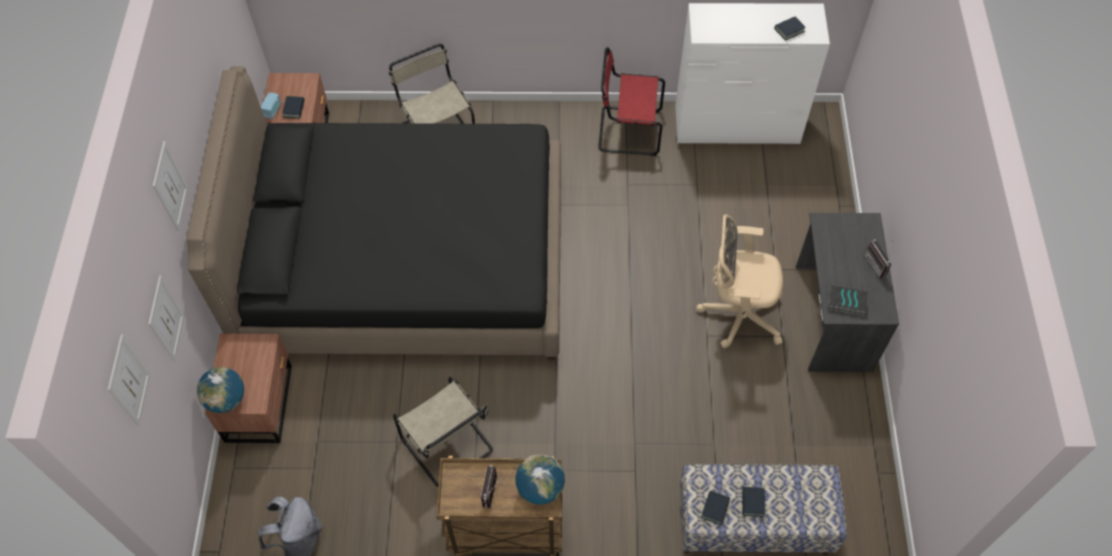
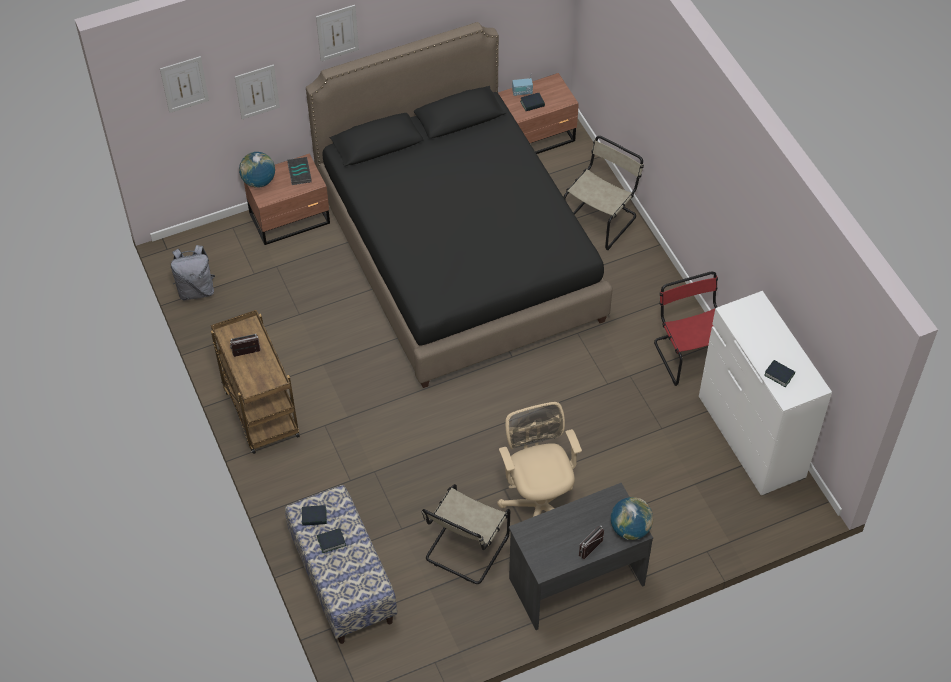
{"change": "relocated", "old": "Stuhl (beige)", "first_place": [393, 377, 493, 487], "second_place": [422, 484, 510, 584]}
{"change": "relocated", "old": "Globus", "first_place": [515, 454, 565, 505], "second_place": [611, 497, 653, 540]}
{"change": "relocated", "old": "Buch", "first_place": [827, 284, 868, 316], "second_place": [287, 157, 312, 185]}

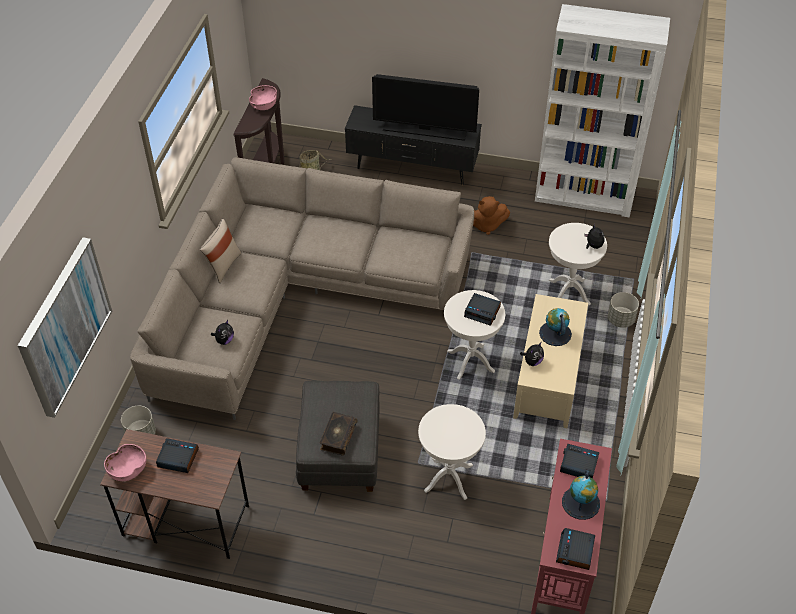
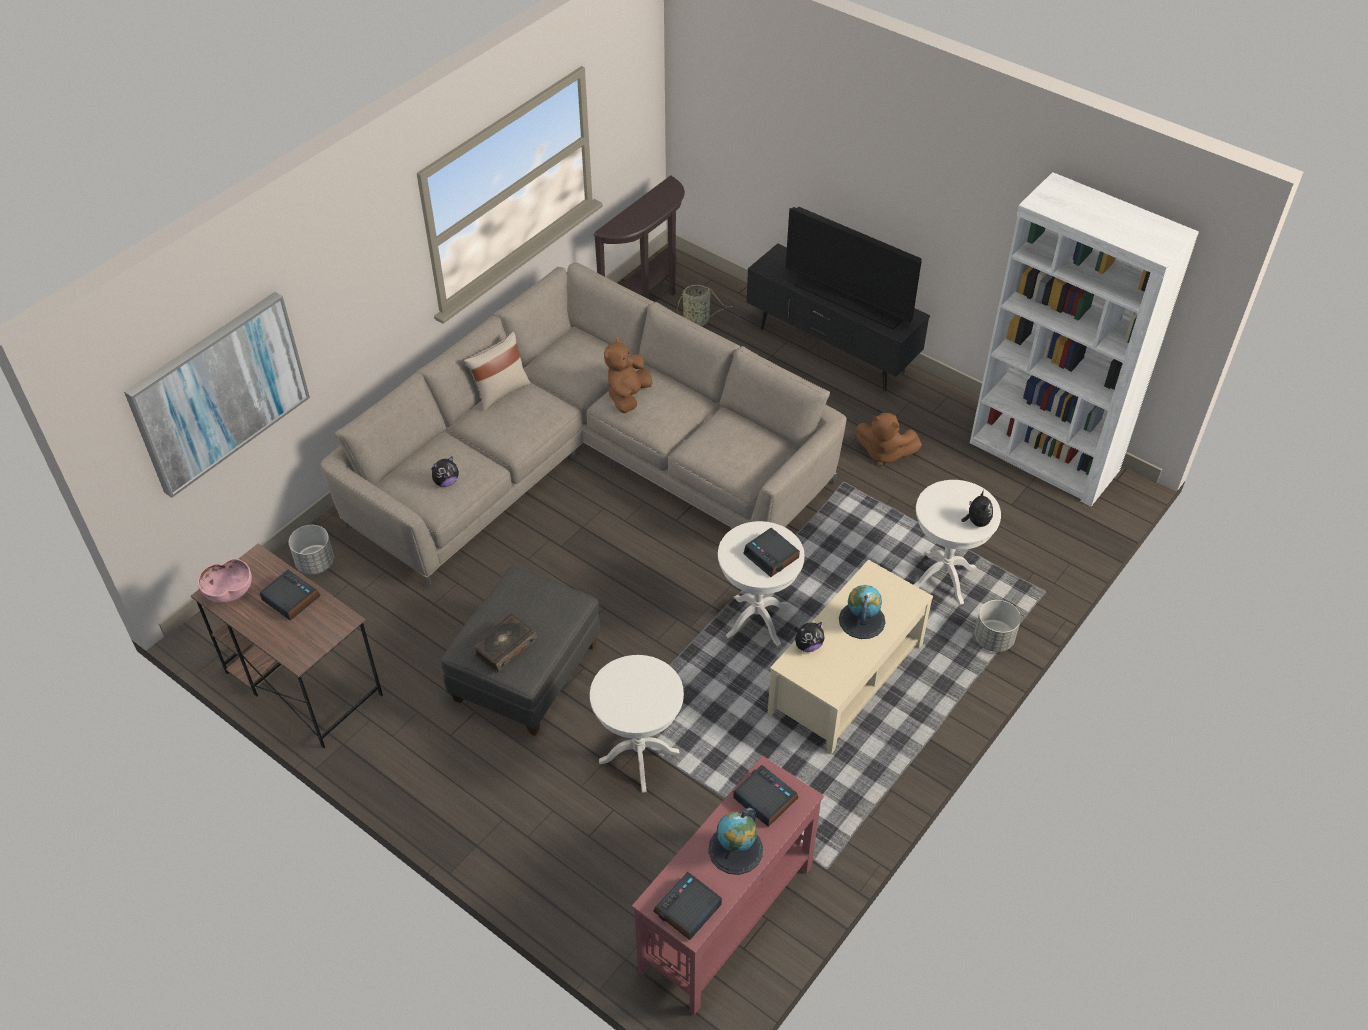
{"change": "missing", "old": "Schüssel (rosa)", "first_place": [249, 85, 277, 110]}
{"change": "appeared", "new": "Plüschtier (braun)", "second_place": [604, 338, 652, 413]}

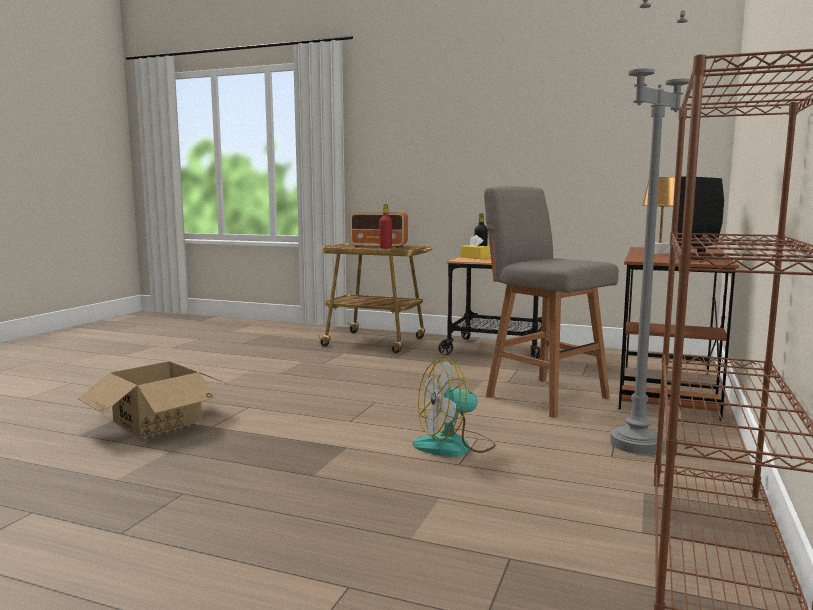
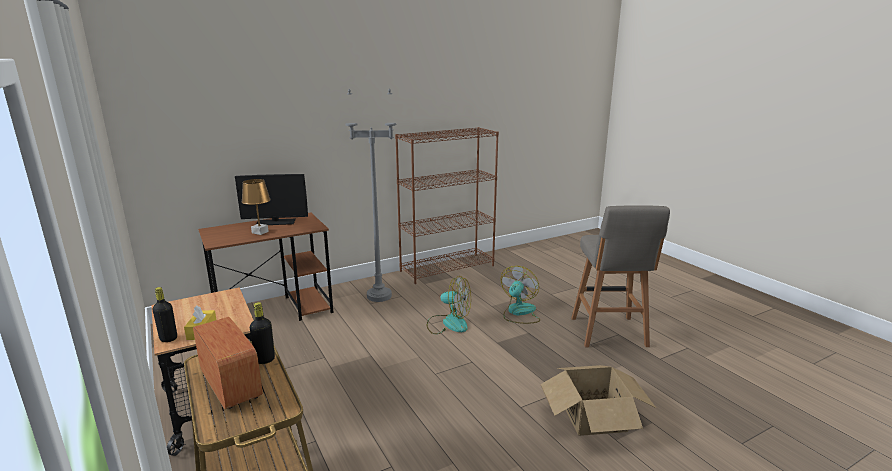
{"change": "colour", "old": "Flasche (rot)", "new": "Flasche (schwarz)", "first_place": [379, 204, 392, 249], "second_place": [250, 302, 275, 364]}
{"change": "relocated", "old": "Hocker (grau)", "first_place": [484, 186, 619, 418], "second_place": [571, 205, 670, 347]}
{"change": "appeared", "new": "Ventilator", "second_place": [501, 266, 540, 324]}

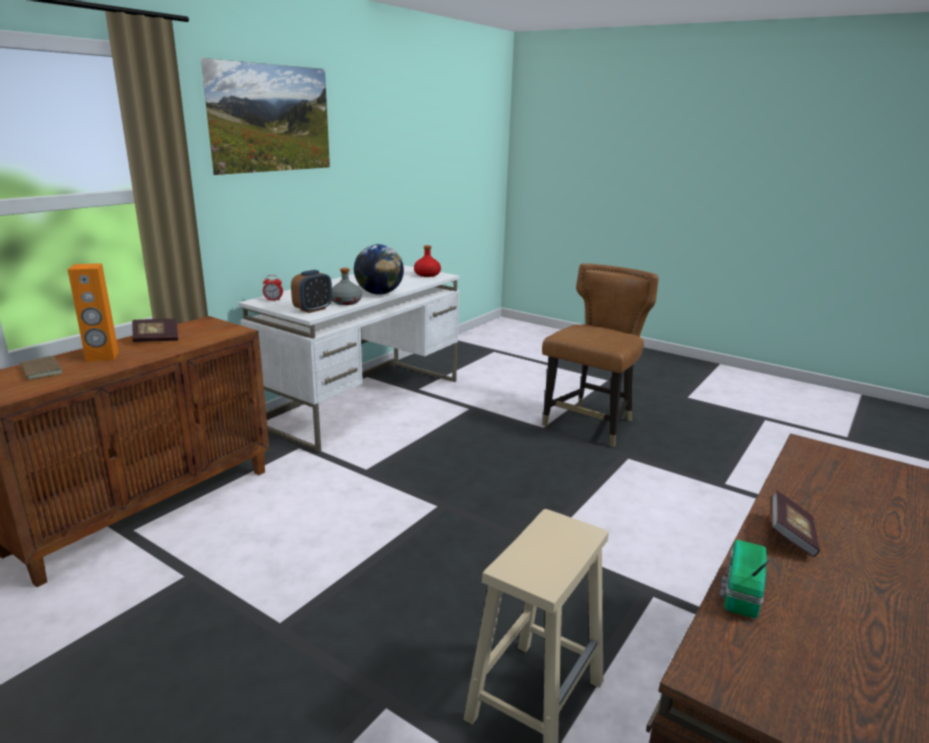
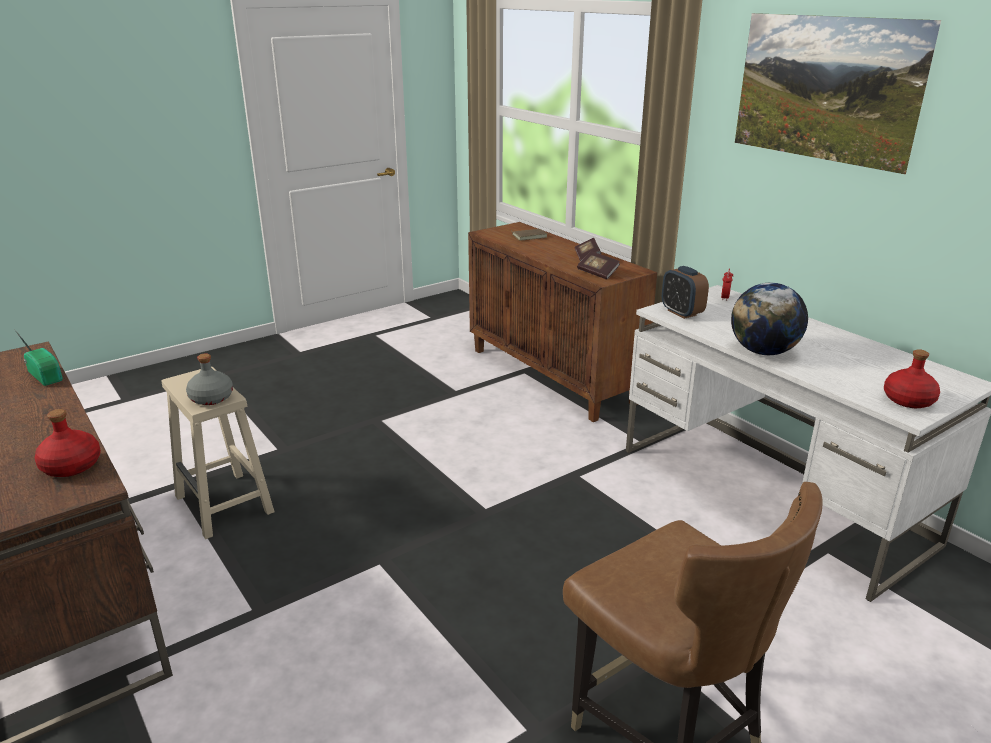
{"change": "missing", "old": "Lautsprecher (orange)", "first_place": [68, 263, 119, 362]}
{"change": "relocated", "old": "Flasche (grau)", "first_place": [332, 268, 362, 305], "second_place": [186, 353, 233, 405]}
{"change": "relocated", "old": "Buch", "first_place": [771, 490, 820, 557], "second_place": [577, 251, 620, 280]}
{"change": "appeared", "new": "Flasche (rot)", "second_place": [35, 409, 101, 477]}

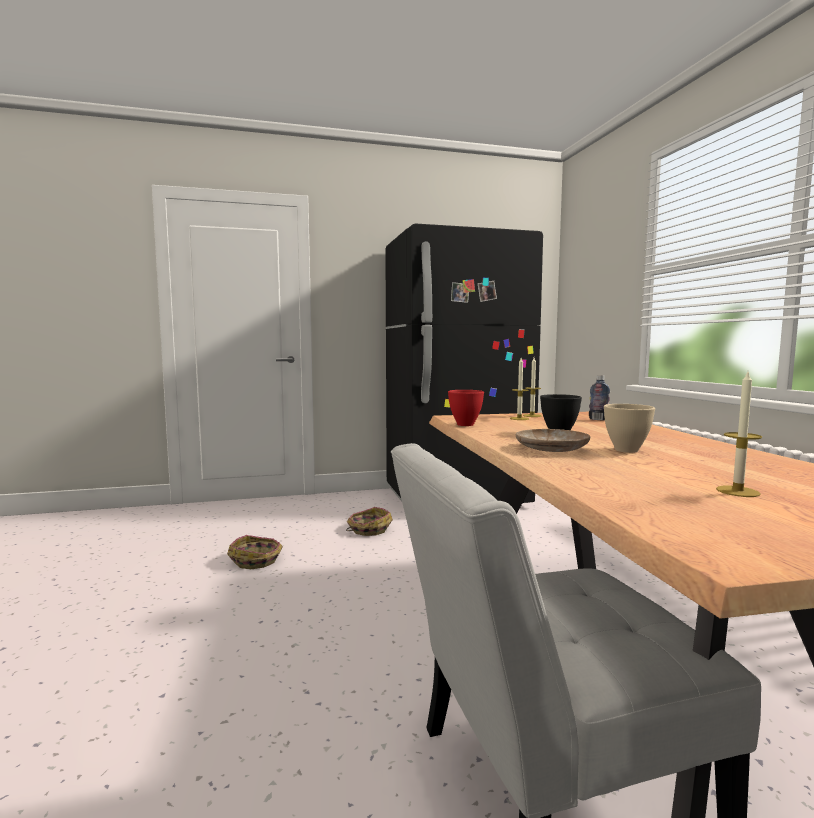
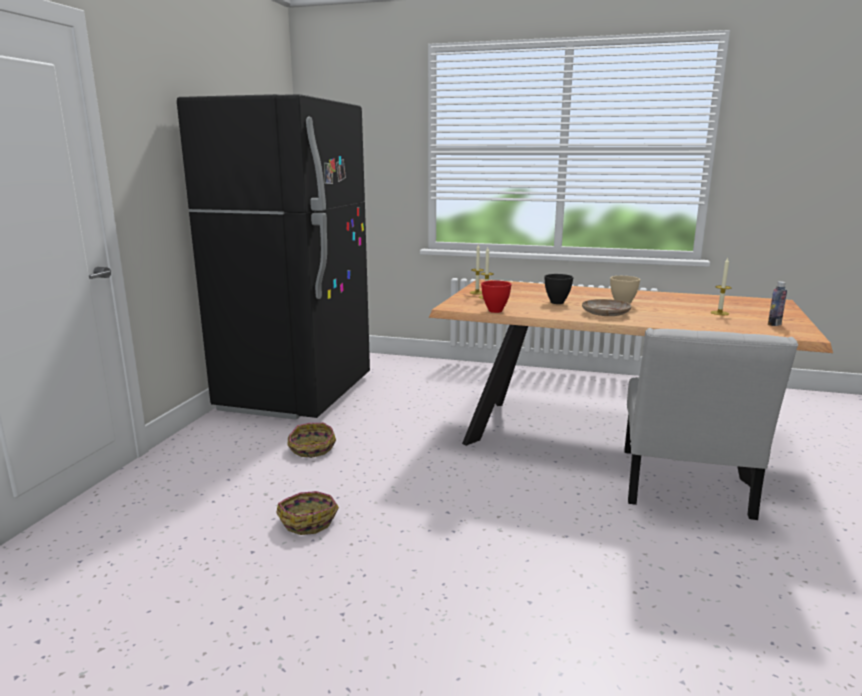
{"change": "relocated", "old": "Flasche", "first_place": [589, 375, 610, 420], "second_place": [768, 281, 787, 326]}

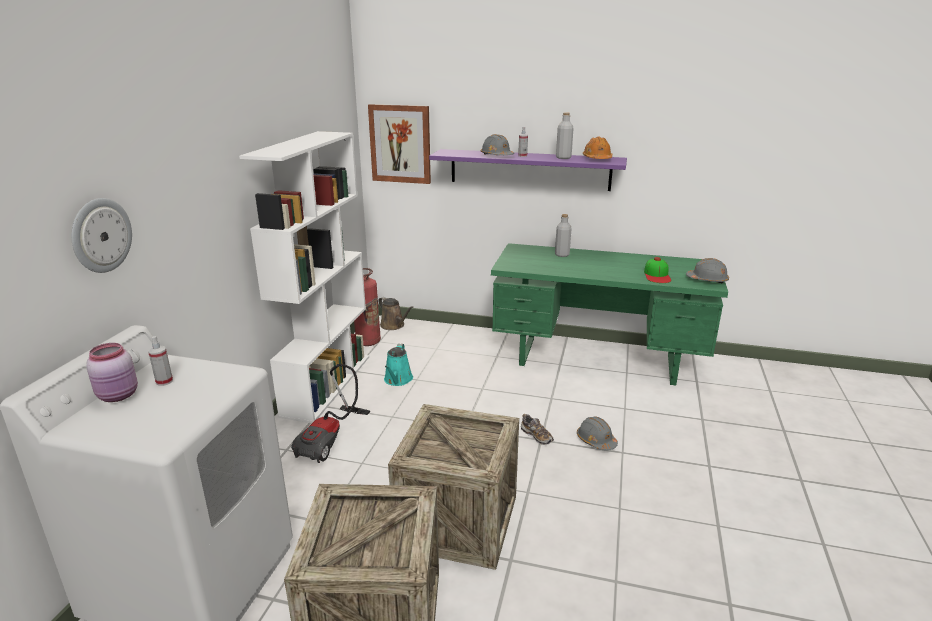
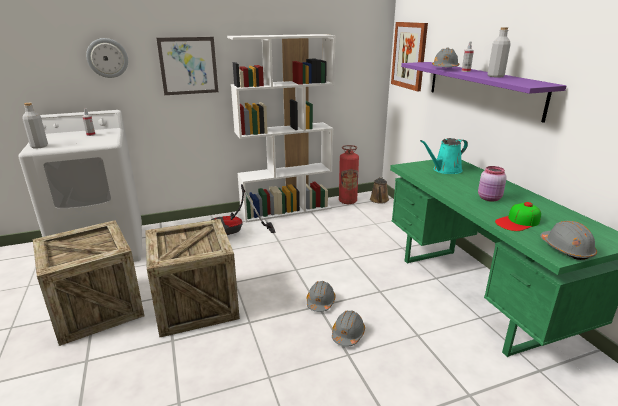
{"change": "relocated", "old": "Vorratsglas (rosa)", "first_place": [86, 343, 138, 402], "second_place": [478, 166, 507, 202]}
{"change": "relocated", "old": "Gießkanne (türkis)", "first_place": [384, 344, 413, 386], "second_place": [420, 138, 468, 174]}
{"change": "exchanged", "old": "Schuh", "new": "Schutzhelm (grau)", "first_place": [521, 414, 554, 445], "second_place": [307, 281, 336, 312]}
{"change": "relocated", "old": "Flasche (grau)", "first_place": [555, 214, 572, 257], "second_place": [22, 103, 48, 149]}
{"change": "missing", "old": "Schutzhelm (orange)", "first_place": [583, 137, 612, 159]}
{"change": "appeared", "new": "Bild", "second_place": [156, 37, 218, 95]}

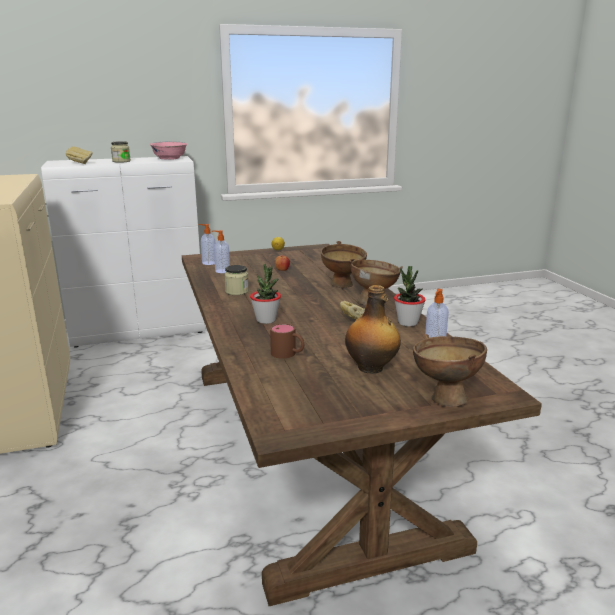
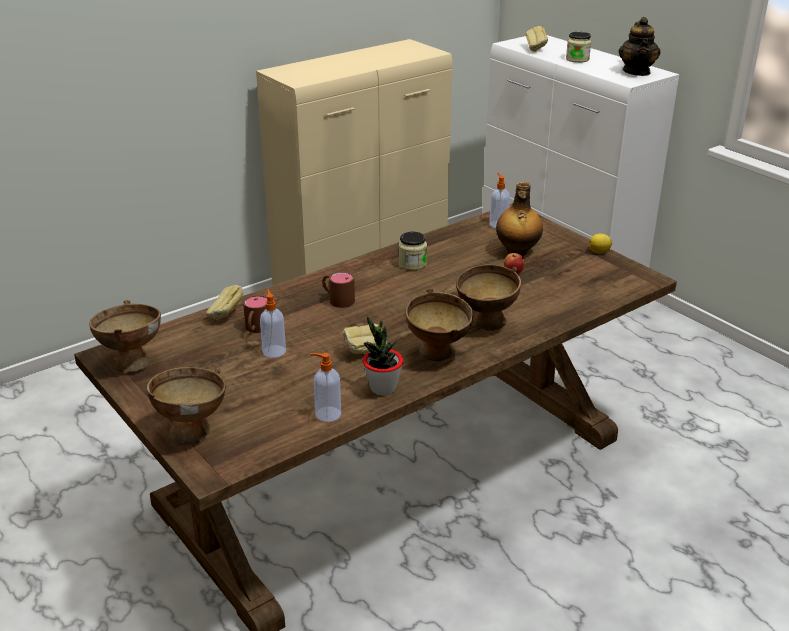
{"change": "exchanged", "old": "Schüssel (rosa)", "new": "Teekanne", "first_place": [150, 141, 187, 160], "second_place": [618, 17, 661, 76]}
{"change": "relocated", "old": "Seifenspender", "first_place": [212, 230, 230, 273], "second_place": [260, 289, 286, 358]}
{"change": "exchanged", "old": "Topfpflanze", "new": "Henkelbecher (braun)", "first_place": [250, 264, 281, 324], "second_place": [322, 272, 355, 308]}
{"change": "relocated", "old": "Flasche", "first_place": [345, 285, 401, 374], "second_place": [496, 182, 543, 256]}
{"change": "appeared", "new": "Schüssel (braun)", "second_place": [89, 300, 161, 373]}
{"change": "appeared", "new": "Brot", "second_place": [206, 285, 244, 321]}

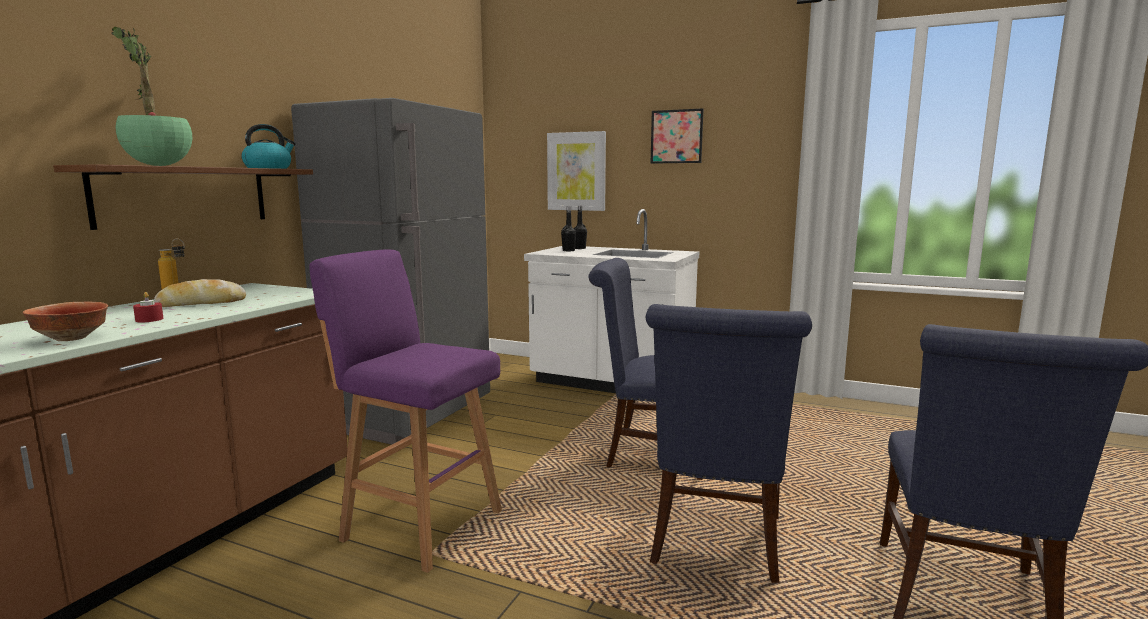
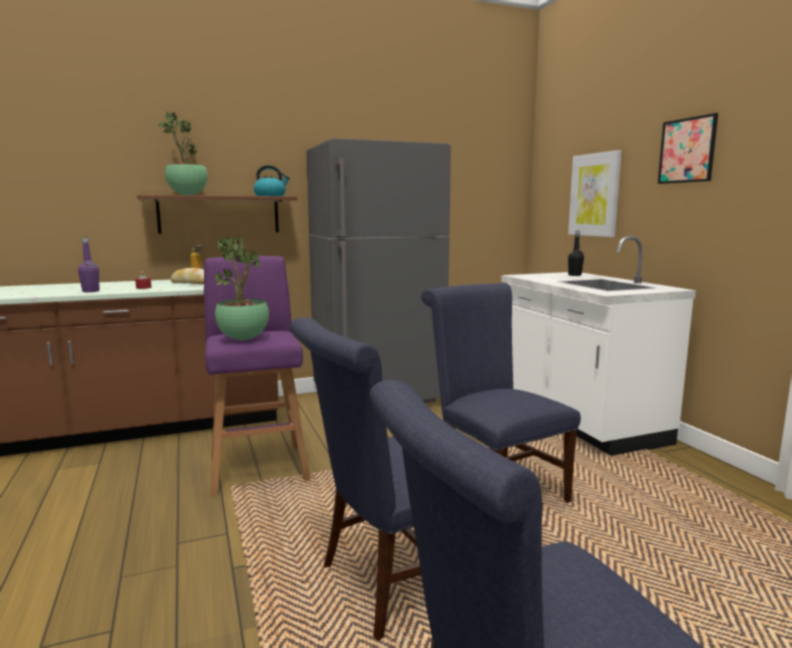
{"change": "exchanged", "old": "Schüssel", "new": "Flasche (lila)", "first_place": [22, 302, 108, 341], "second_place": [78, 237, 99, 292]}
{"change": "missing", "old": "Flasche (schwarz)", "first_place": [561, 206, 576, 251]}
{"change": "appeared", "new": "Topfpflanze", "second_place": [213, 236, 269, 340]}

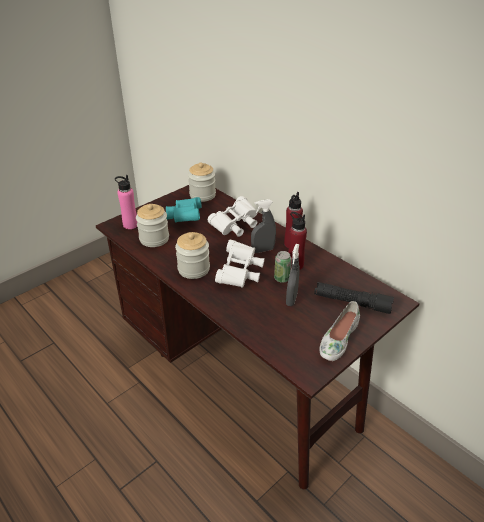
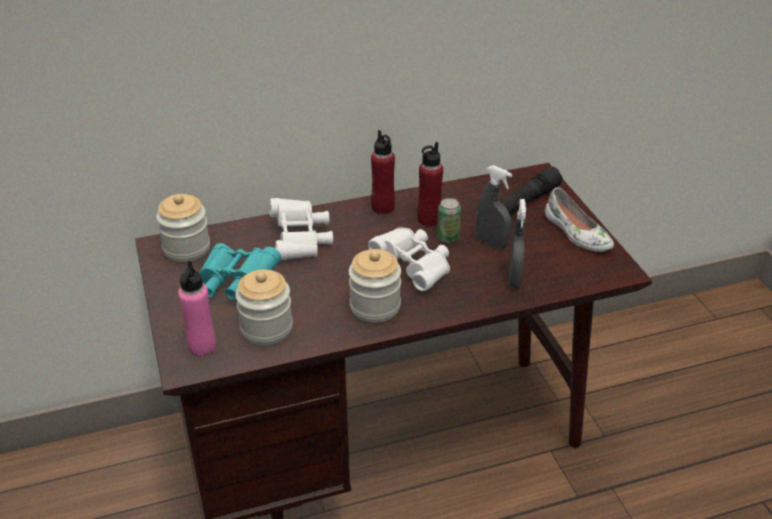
{"change": "relocated", "old": "Sprühflasche (grau)", "first_place": [251, 199, 276, 253], "second_place": [509, 199, 526, 289]}

